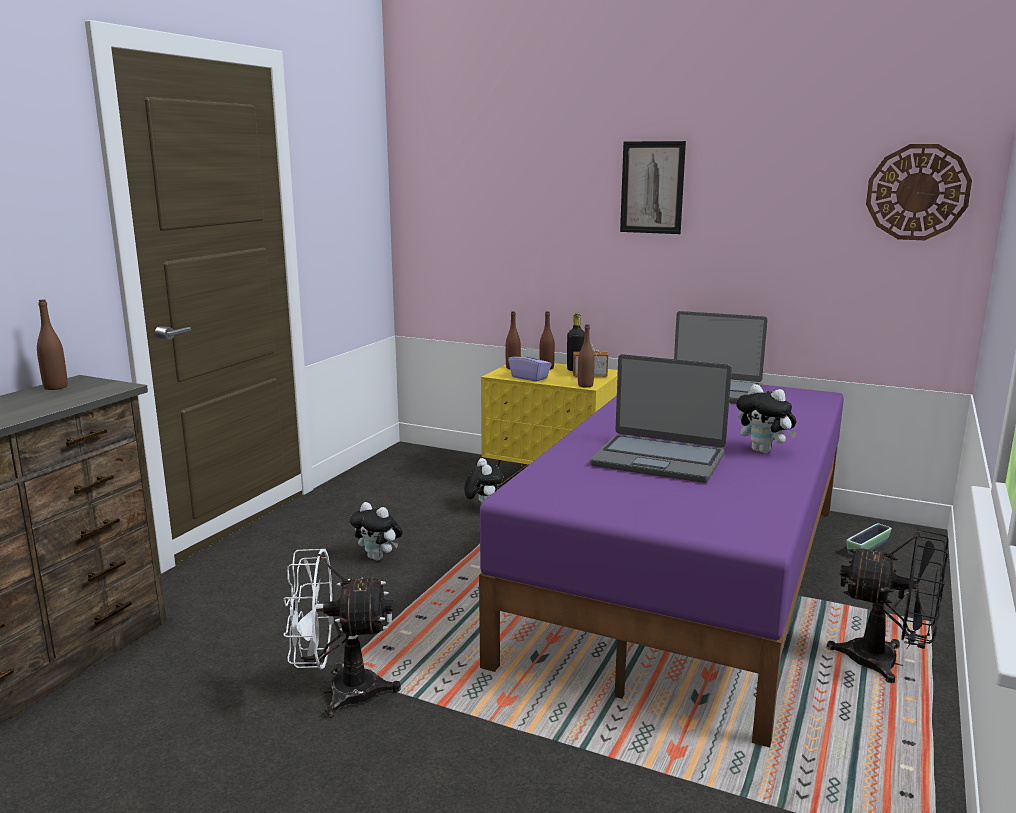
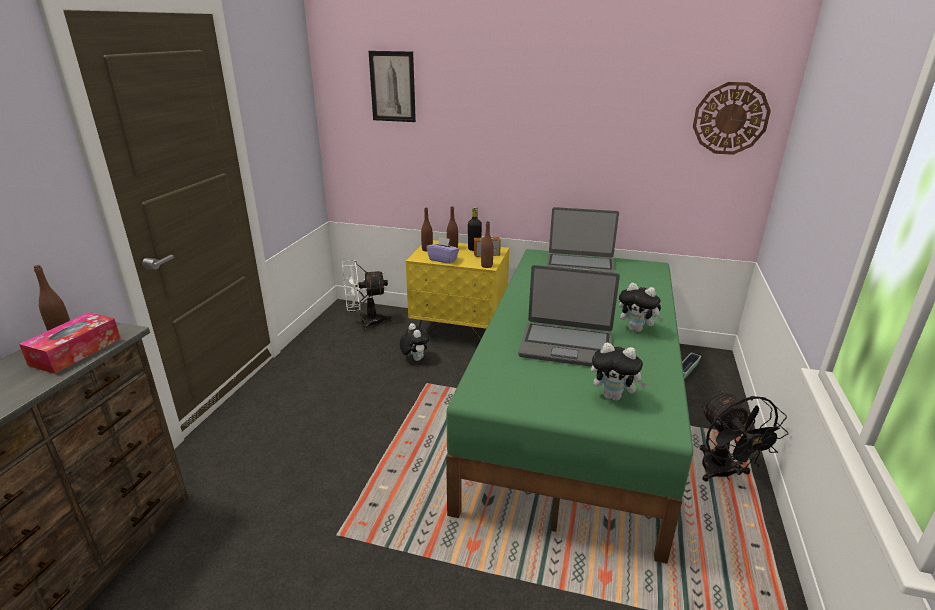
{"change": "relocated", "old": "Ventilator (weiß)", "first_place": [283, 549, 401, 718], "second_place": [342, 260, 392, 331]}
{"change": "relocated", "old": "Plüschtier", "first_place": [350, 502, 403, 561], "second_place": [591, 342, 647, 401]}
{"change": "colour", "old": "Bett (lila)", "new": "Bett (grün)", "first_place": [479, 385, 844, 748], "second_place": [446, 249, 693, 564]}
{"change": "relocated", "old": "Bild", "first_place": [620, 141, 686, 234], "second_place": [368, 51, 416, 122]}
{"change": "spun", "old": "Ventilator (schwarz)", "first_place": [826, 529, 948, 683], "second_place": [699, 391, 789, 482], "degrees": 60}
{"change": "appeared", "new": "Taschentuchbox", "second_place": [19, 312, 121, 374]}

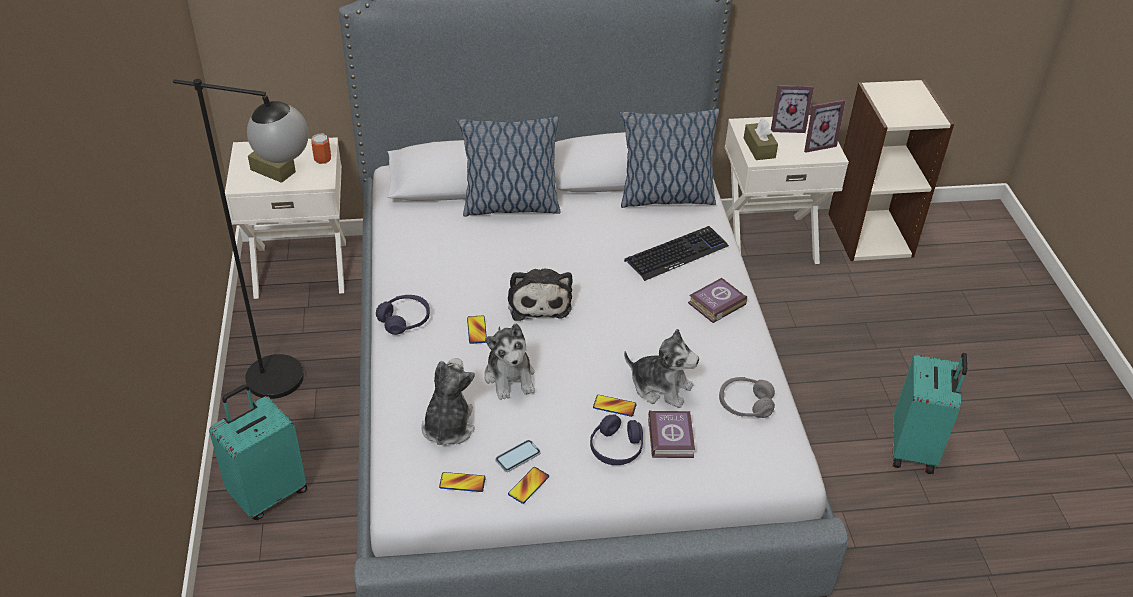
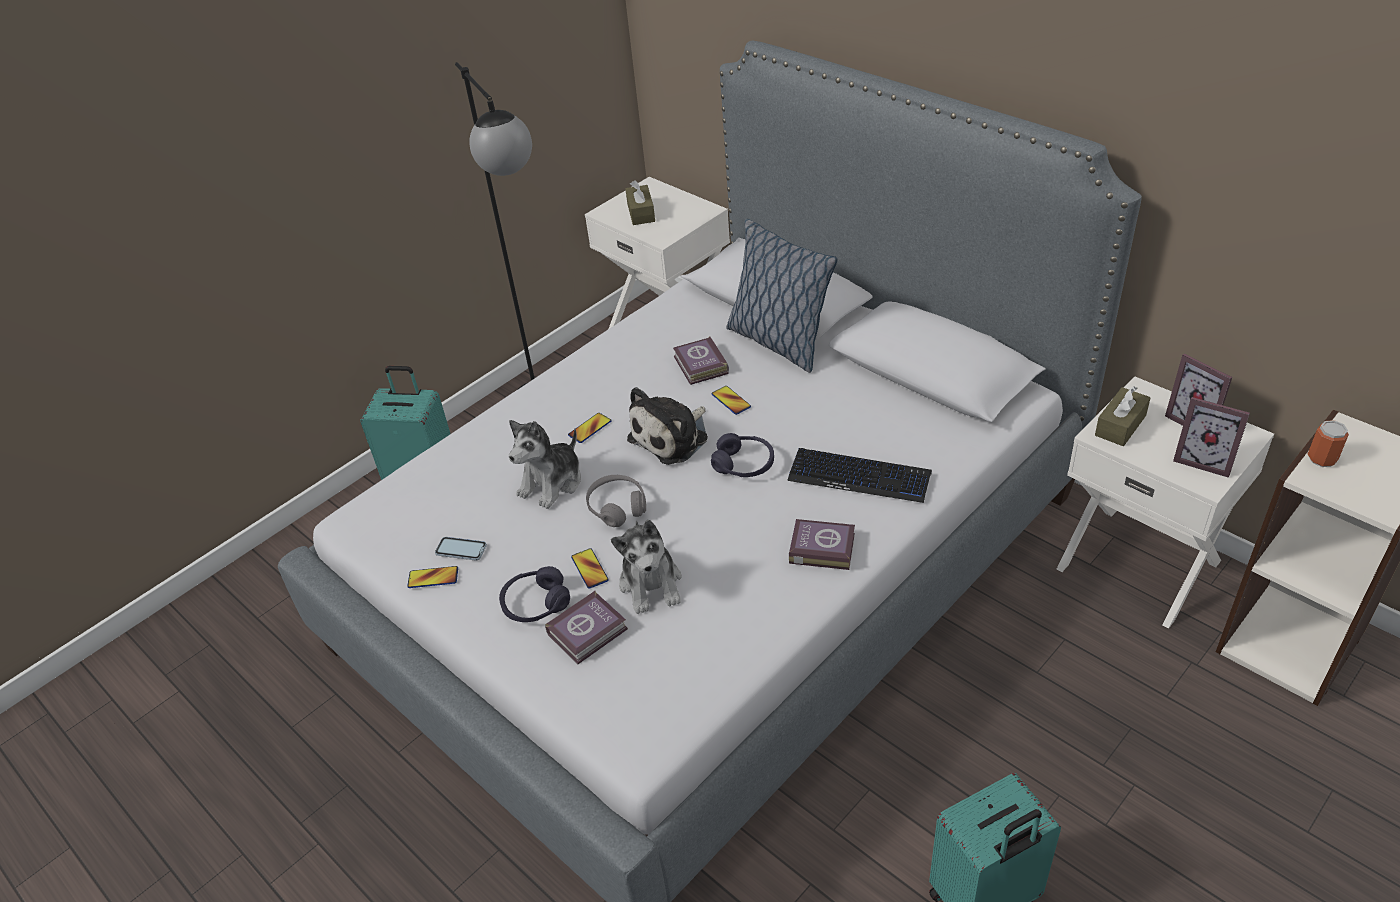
{"change": "relocated", "old": "Dose", "first_place": [311, 134, 331, 164], "second_place": [1308, 420, 1349, 467]}
{"change": "relocated", "old": "Kopfhörer (lila)", "first_place": [376, 295, 430, 335], "second_place": [711, 433, 774, 477]}
{"change": "missing", "old": "Plüschtier", "first_place": [422, 358, 475, 445]}
{"change": "relocated", "old": "Handy", "first_place": [439, 472, 486, 492], "second_place": [712, 386, 751, 415]}
{"change": "missing", "old": "Kissen", "first_place": [619, 108, 719, 208]}
{"change": "relocated", "old": "Kopfhörer (grau)", "first_place": [719, 377, 775, 418], "second_place": [586, 475, 646, 527]}
{"change": "appeared", "new": "Buch", "second_place": [673, 336, 729, 385]}

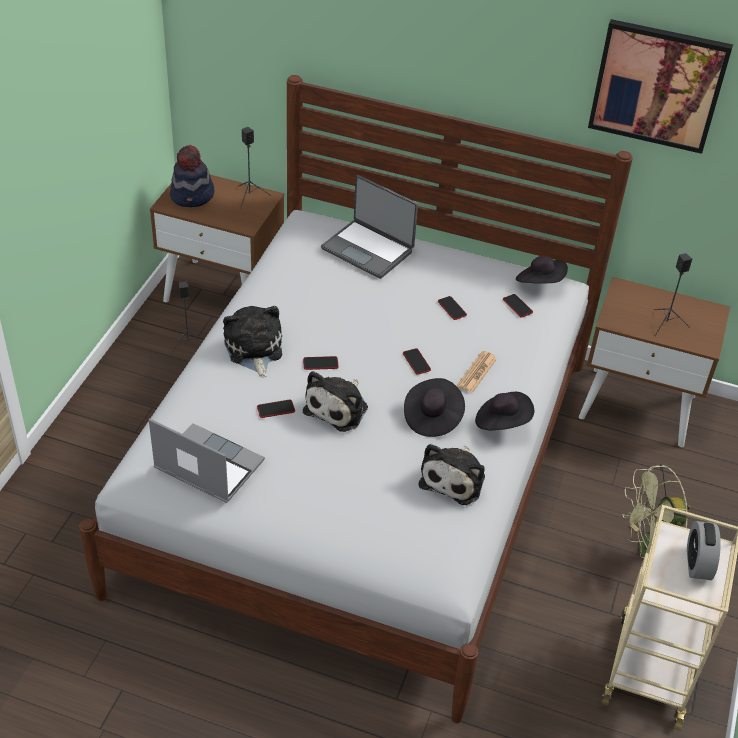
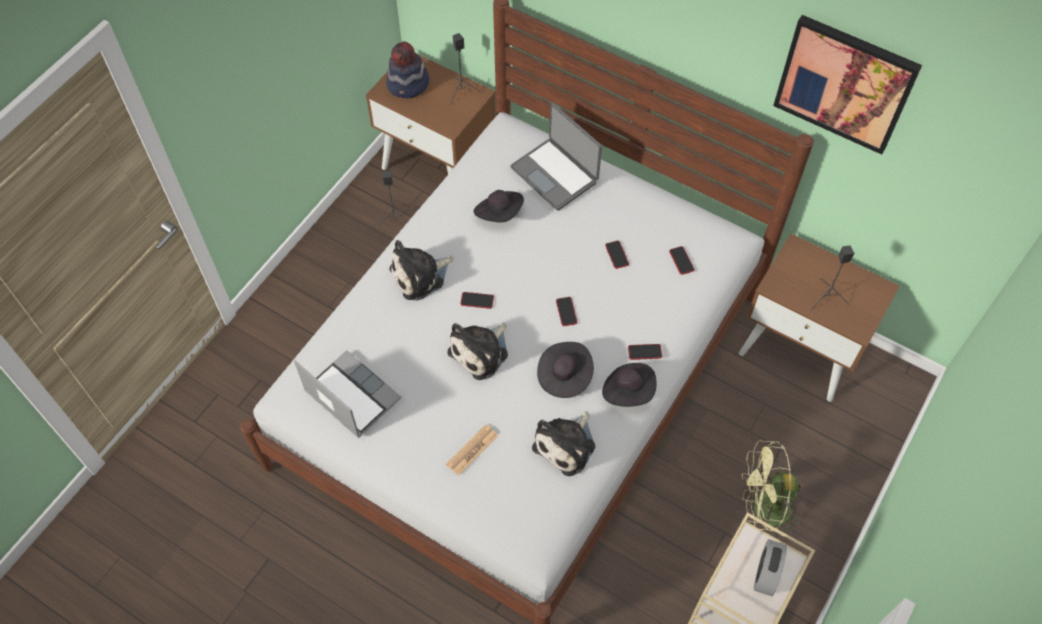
{"change": "spun", "old": "Plüschtier", "first_place": [223, 306, 282, 378], "second_place": [389, 240, 453, 301], "degrees": -120}
{"change": "relocated", "old": "Handy", "first_place": [257, 400, 295, 418], "second_place": [628, 344, 662, 360]}
{"change": "relocated", "old": "Zeitung", "first_place": [457, 351, 497, 393], "second_place": [446, 425, 498, 476]}
{"change": "relocated", "old": "Hut (schwarz)", "first_place": [516, 256, 568, 284], "second_place": [474, 190, 524, 222]}

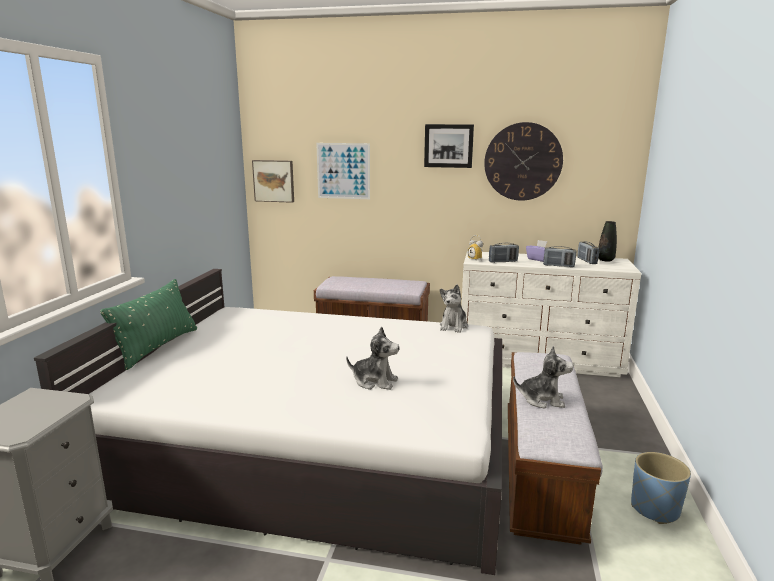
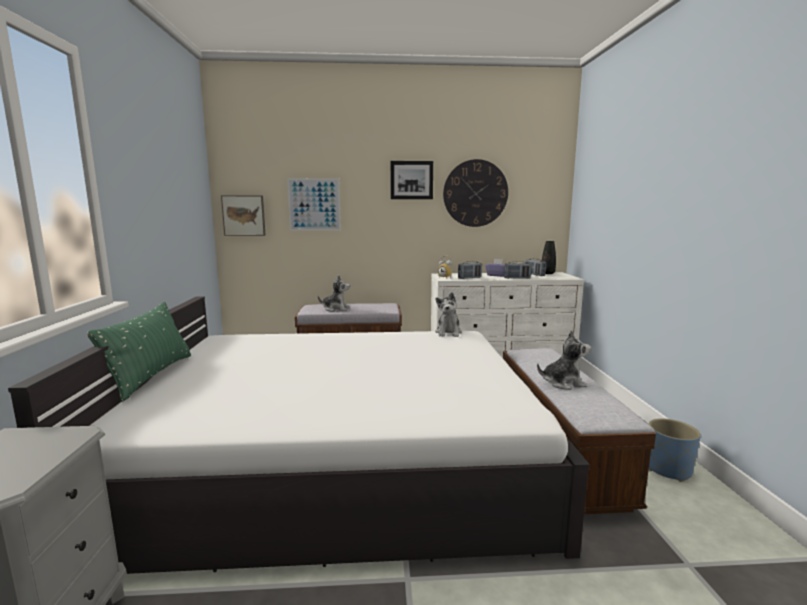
{"change": "relocated", "old": "Plüschtier", "first_place": [346, 327, 400, 390], "second_place": [318, 275, 350, 312]}

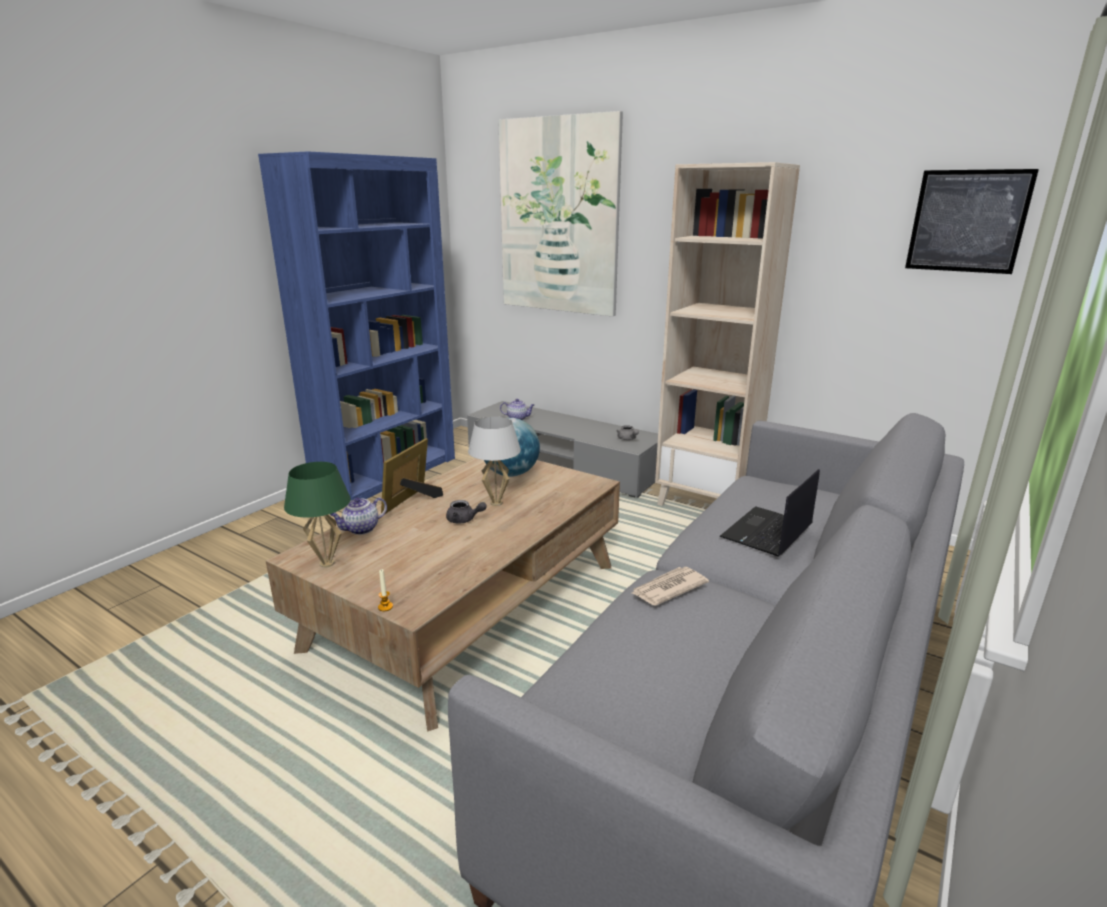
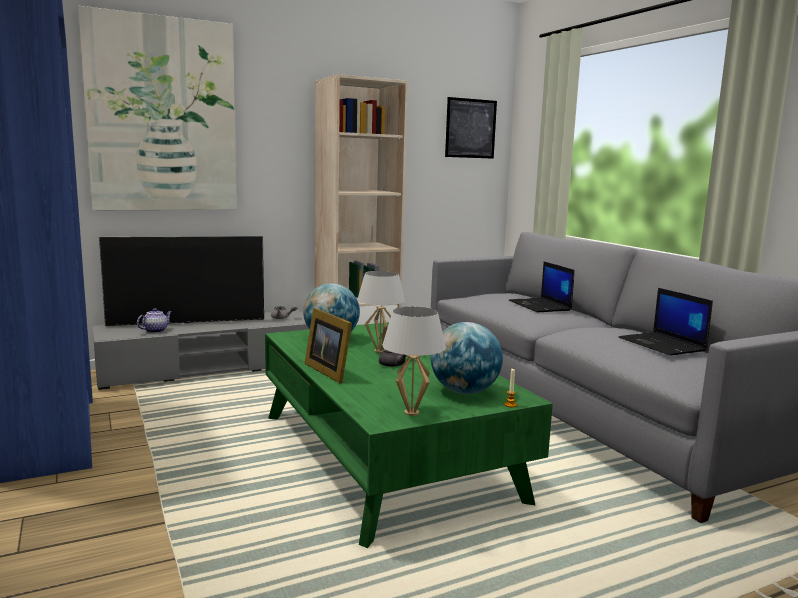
{"change": "colour", "old": "Couchtisch (braun)", "new": "Couchtisch (grün)", "first_place": [266, 458, 620, 731], "second_place": [265, 322, 553, 548]}
{"change": "colour", "old": "Tischlampe (grün)", "new": "Tischlampe (weiß)", "first_place": [284, 462, 351, 568], "second_place": [382, 307, 446, 416]}
{"change": "missing", "old": "Teekanne", "first_place": [330, 497, 387, 535]}
{"change": "missing", "old": "Zeitung", "first_place": [632, 567, 709, 606]}
{"change": "appeared", "new": "Fernseher", "second_place": [99, 234, 264, 326]}
{"change": "appeared", "new": "Globus", "second_place": [431, 322, 503, 394]}
{"change": "appeared", "new": "Laptop", "second_place": [619, 288, 713, 356]}

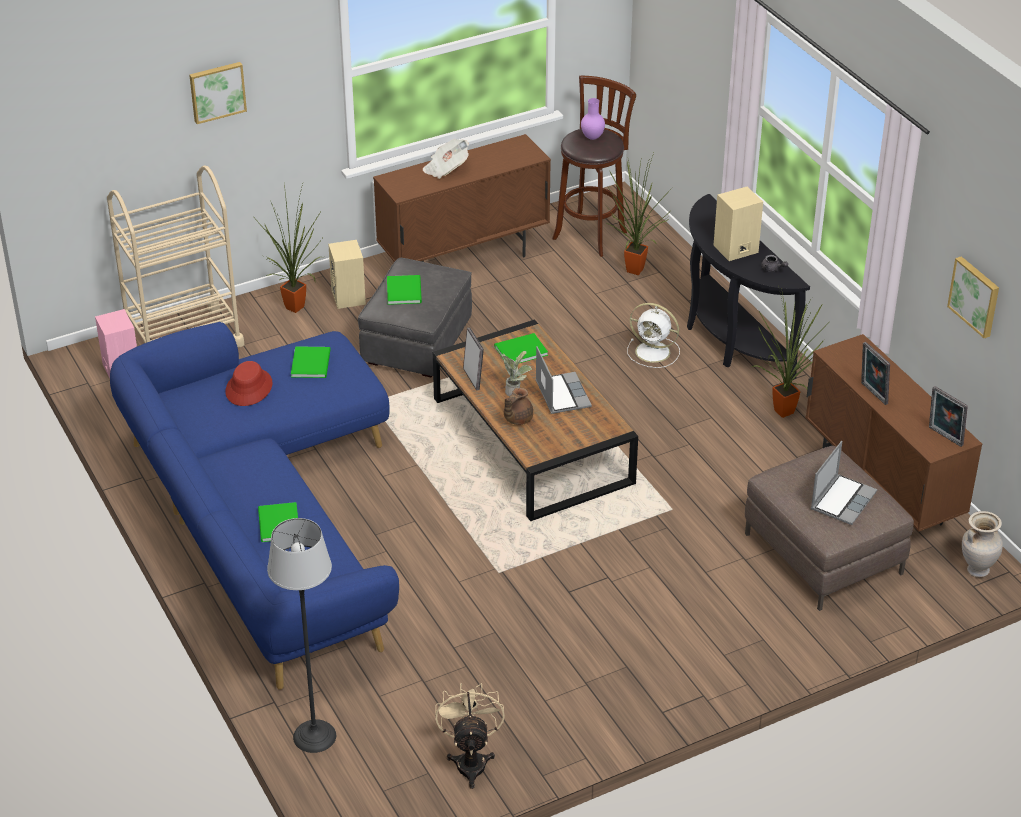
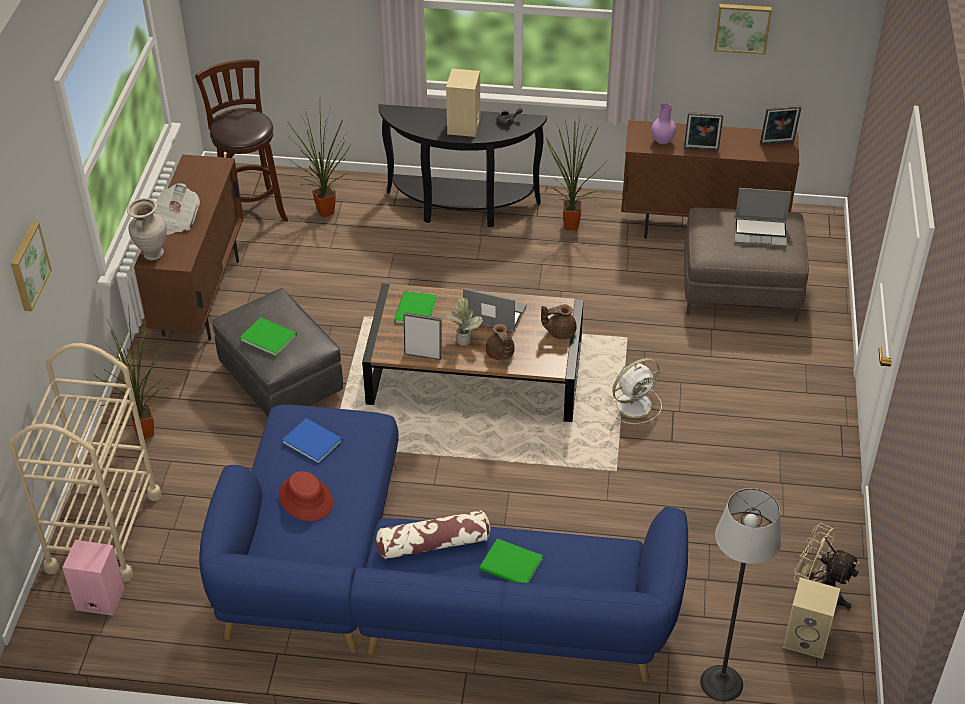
{"change": "colour", "old": "Buch (grün)", "new": "Buch (blau)", "first_place": [291, 346, 331, 378], "second_place": [282, 418, 343, 464]}
{"change": "relocated", "old": "Lautsprecher (beige)", "first_place": [328, 240, 366, 309], "second_place": [783, 577, 840, 659]}
{"change": "relocated", "old": "Vase (lila)", "first_place": [581, 98, 605, 140], "second_place": [652, 103, 676, 144]}
{"change": "relocated", "old": "Ventilator (weiß)", "first_place": [627, 303, 680, 368], "second_place": [605, 358, 662, 424]}
{"change": "spun", "old": "Laptop", "first_place": [811, 441, 877, 525], "second_place": [735, 188, 791, 247], "degrees": 120}
{"change": "relocated", "old": "Vase (beige)", "first_place": [962, 511, 1003, 577], "second_place": [127, 198, 167, 260]}
{"change": "appeared", "new": "Kissen", "second_place": [376, 510, 491, 559]}
{"change": "appeared", "new": "Teekanne (braun)", "second_place": [541, 304, 577, 339]}

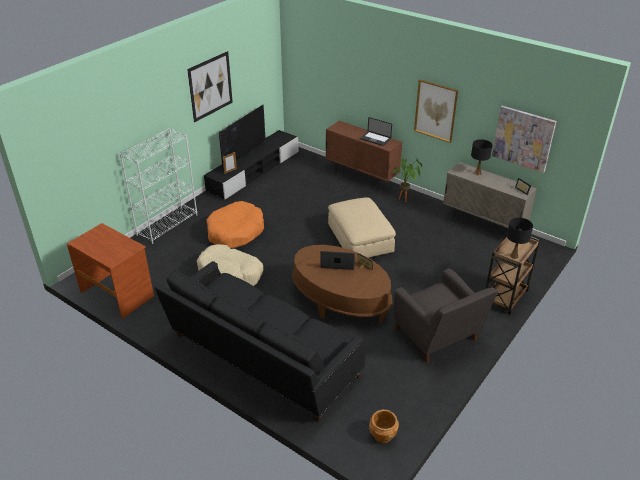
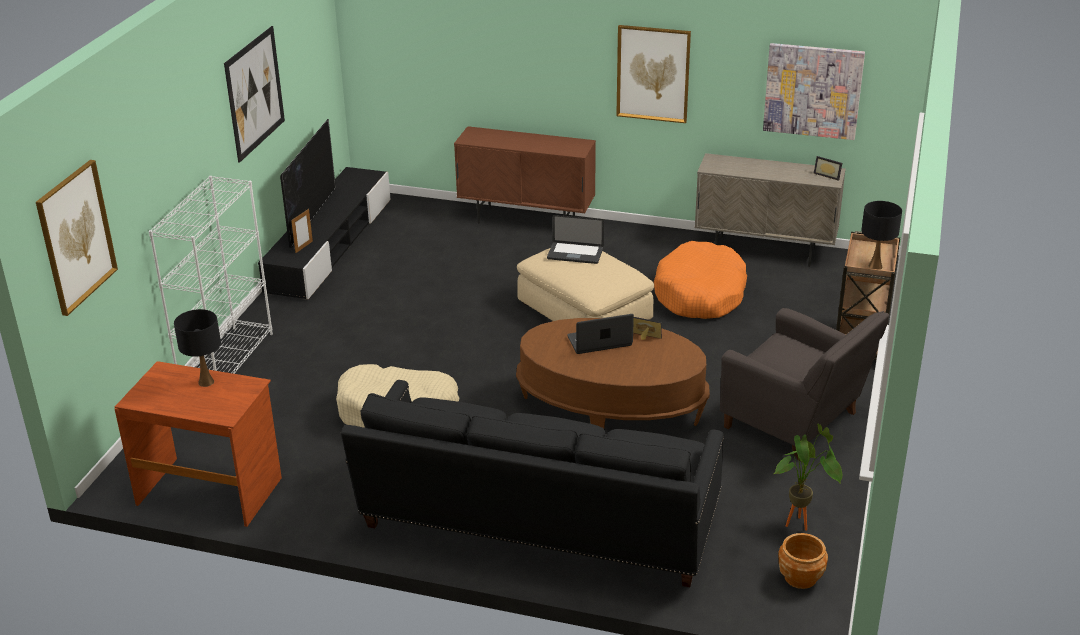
{"change": "relocated", "old": "Hundebett (orange)", "first_place": [207, 201, 264, 248], "second_place": [654, 241, 747, 319]}
{"change": "relocated", "old": "Laptop", "first_place": [360, 117, 392, 146], "second_place": [547, 215, 604, 264]}
{"change": "relocated", "old": "Topfpflanze", "first_place": [393, 158, 422, 202], "second_place": [774, 424, 842, 531]}
{"change": "relocated", "old": "Tischlampe (schwarz)", "first_place": [471, 139, 493, 175], "second_place": [174, 309, 221, 387]}
{"change": "appeared", "new": "Bild", "second_place": [36, 160, 118, 316]}

